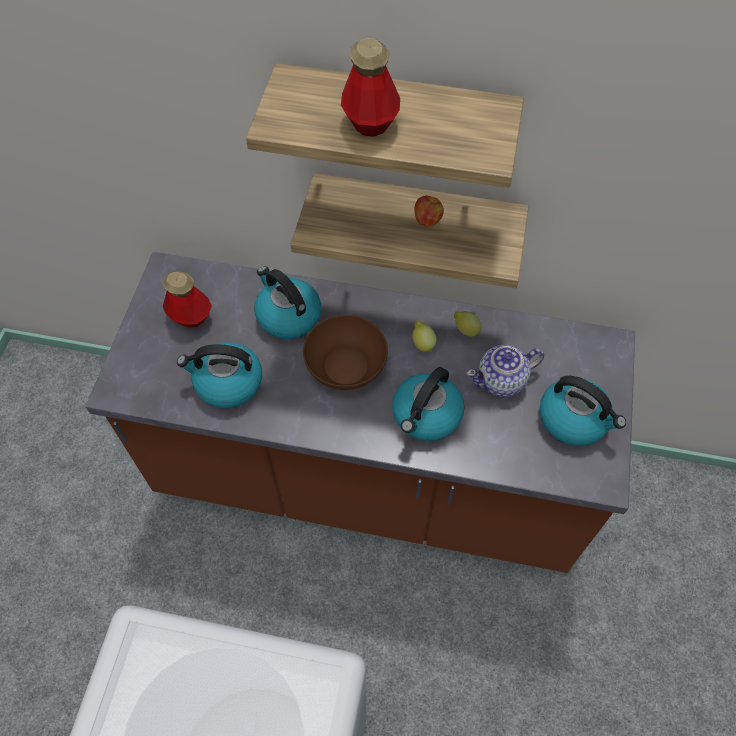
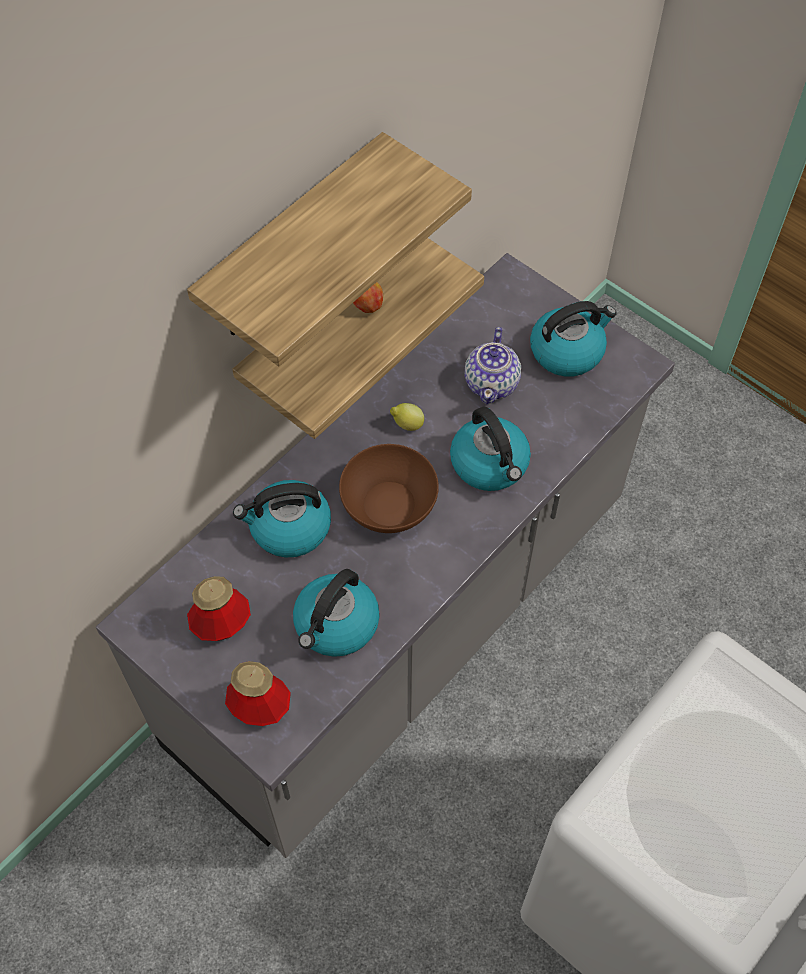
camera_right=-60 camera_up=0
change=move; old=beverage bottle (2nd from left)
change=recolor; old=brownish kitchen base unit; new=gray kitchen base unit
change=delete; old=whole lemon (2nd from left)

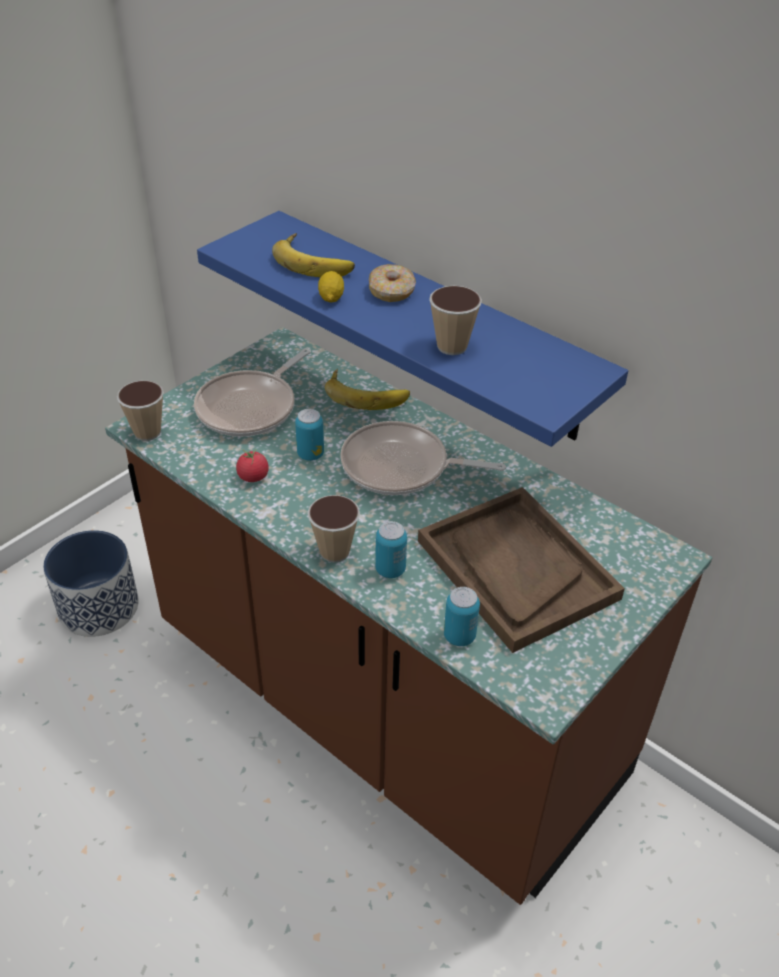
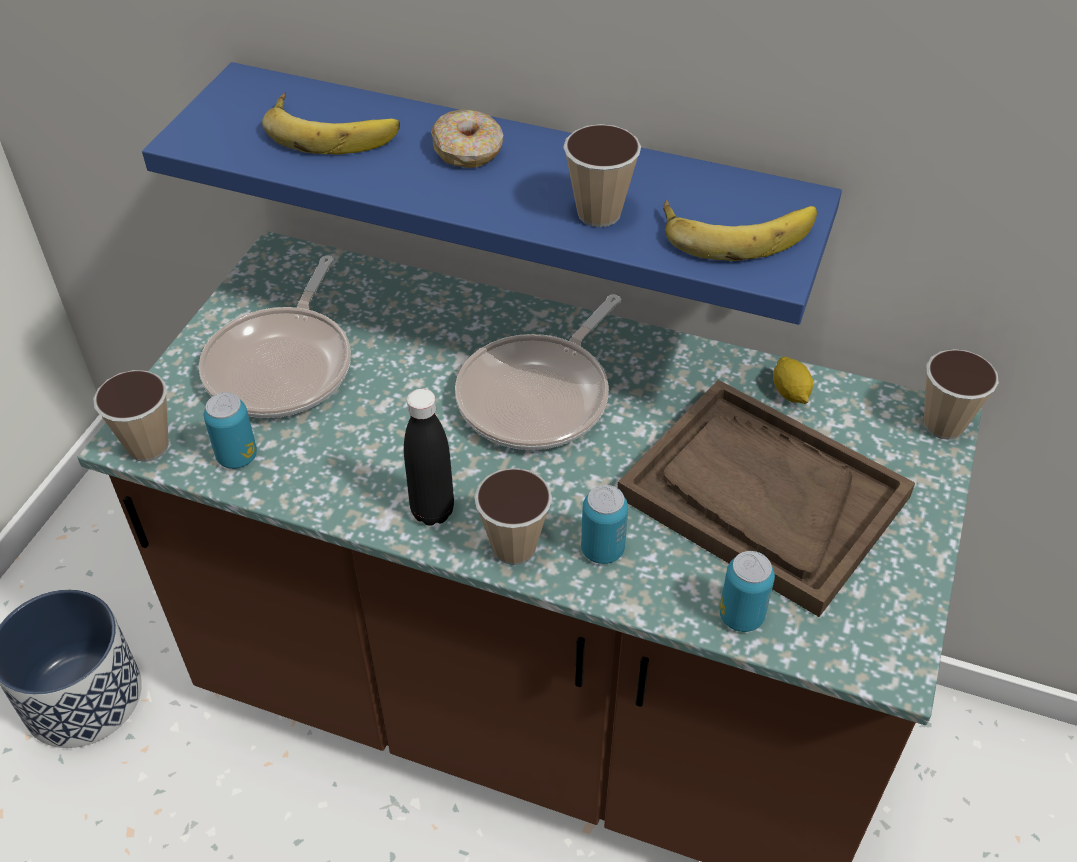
camera_right=-20 camera_up=5
change=move; old=whole lemon
change=move; old=banana (2nd from left)
change=move; old=can (1st from left)
change=rotate; old=skillet (2nd from left); degrees=-45
change=delete; old=tomato
change=insert; new=small cup (4th from left)
change=insert; new=blackish beverage bottle

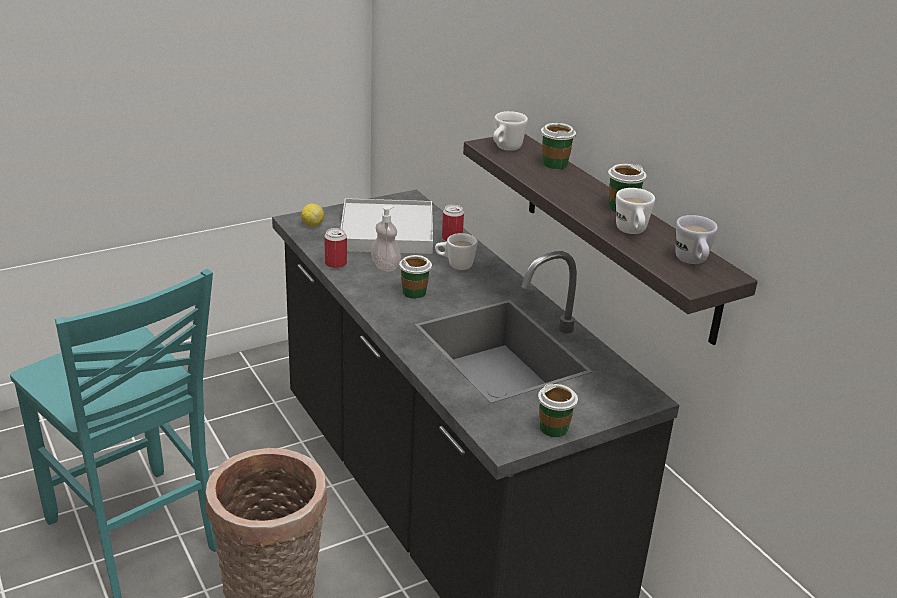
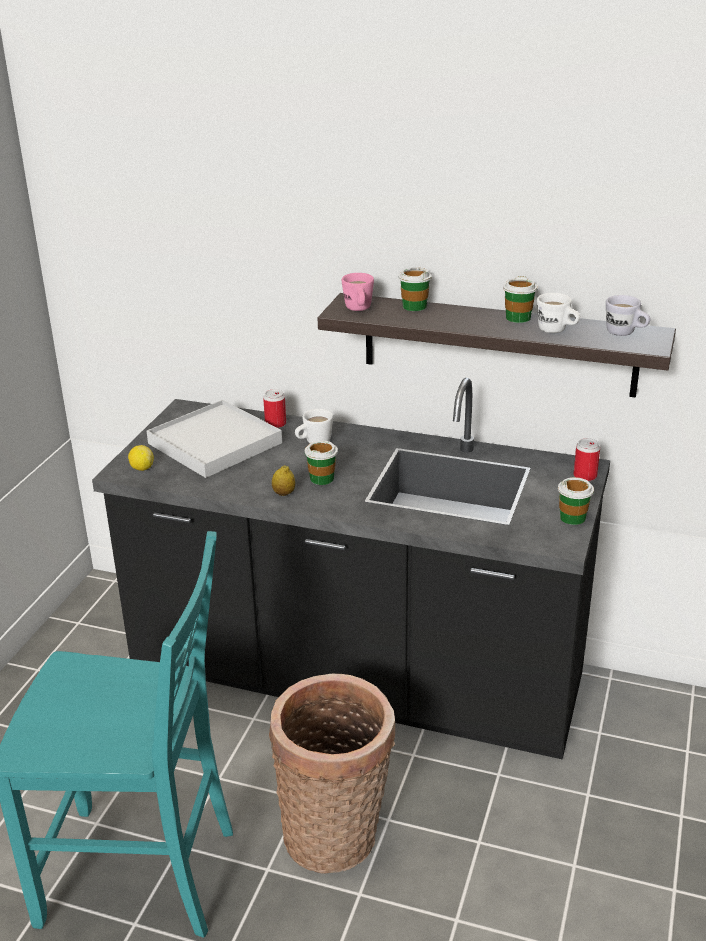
camera_right=-40 camera_up=0
change=recolor; old=whitish coffee mug (2nd from left); new=pinkish coffee mug
change=delete; old=soap bottle
change=move; old=can (1st from left in the first image); new=can (2nd from left)
change=insert; new=whole lemon (2nd from left)

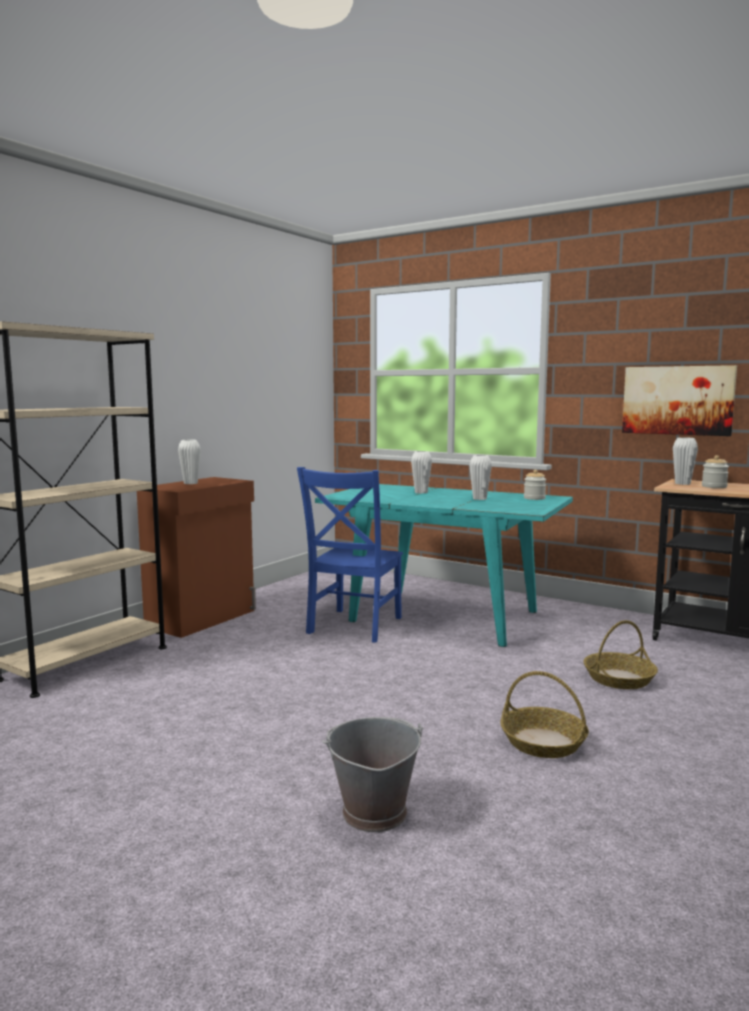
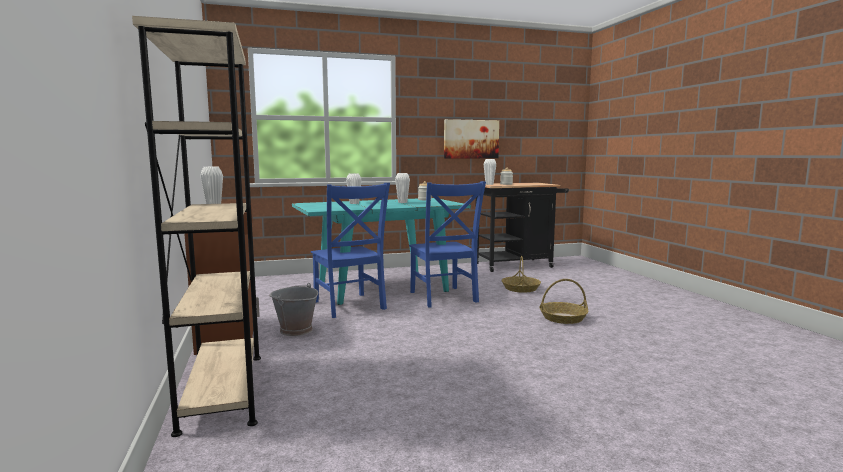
camera_right=-50 camera_up=0
change=move; old=gray bucket
change=insert; new=bluish plain chair (2nd from left)

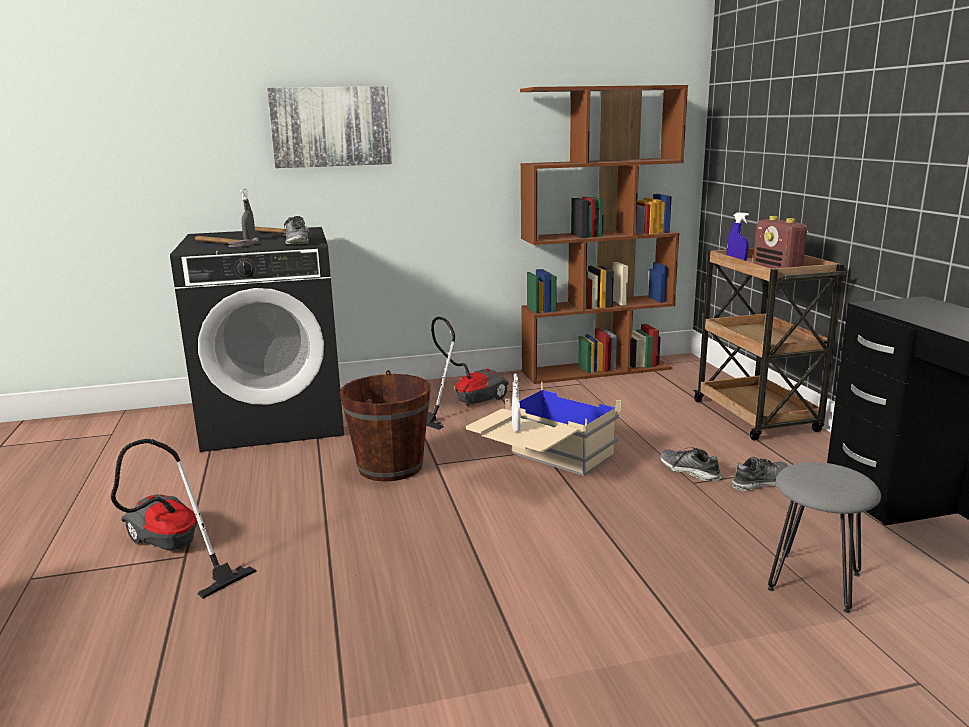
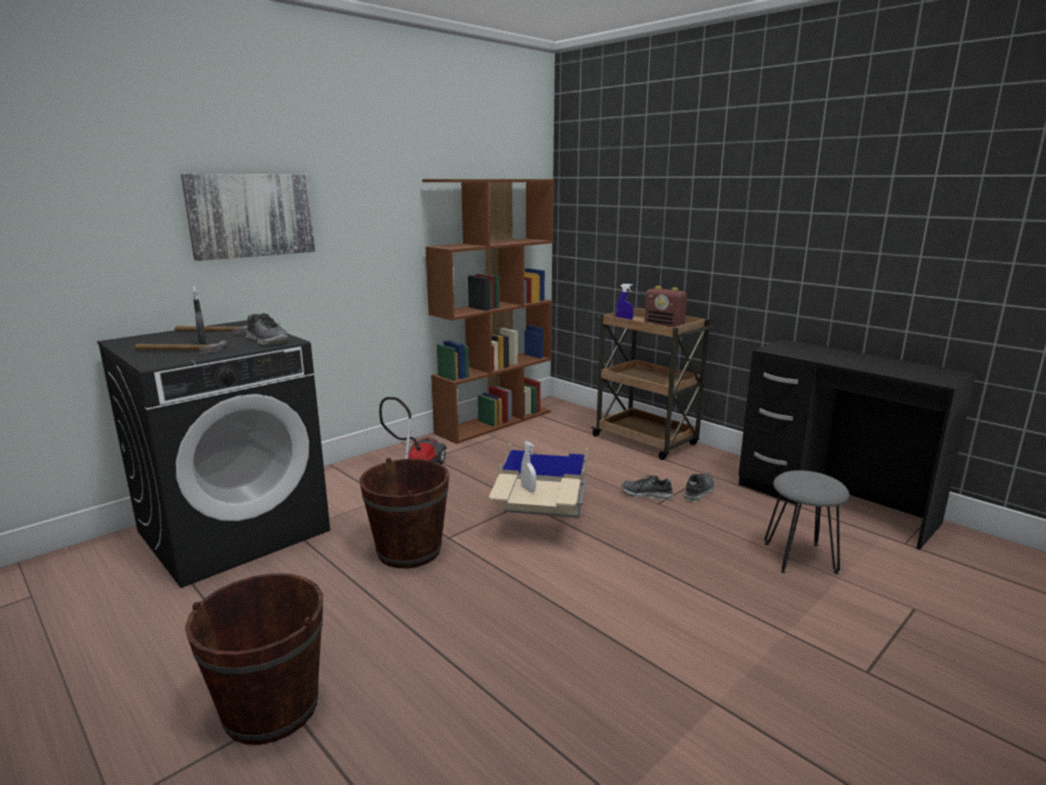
camera_right=-30 camera_up=0
change=replace; old=vacuum cleaner (1st from left); new=brownish bucket (1st from left)

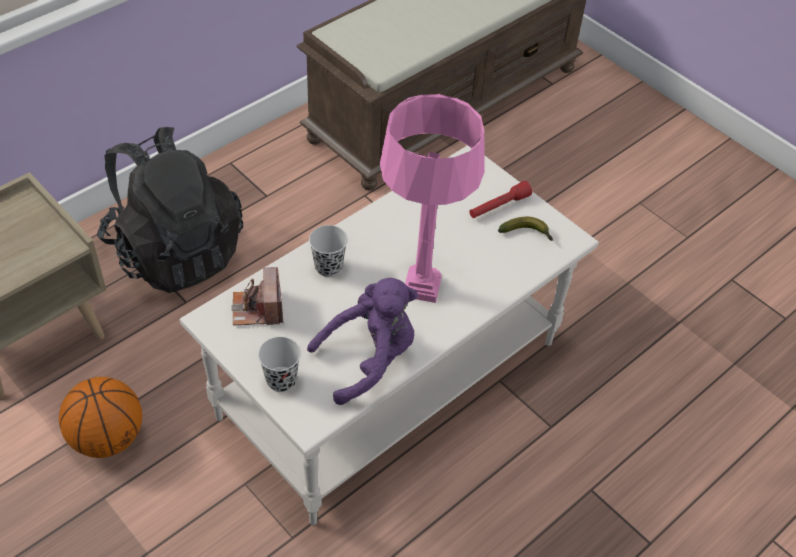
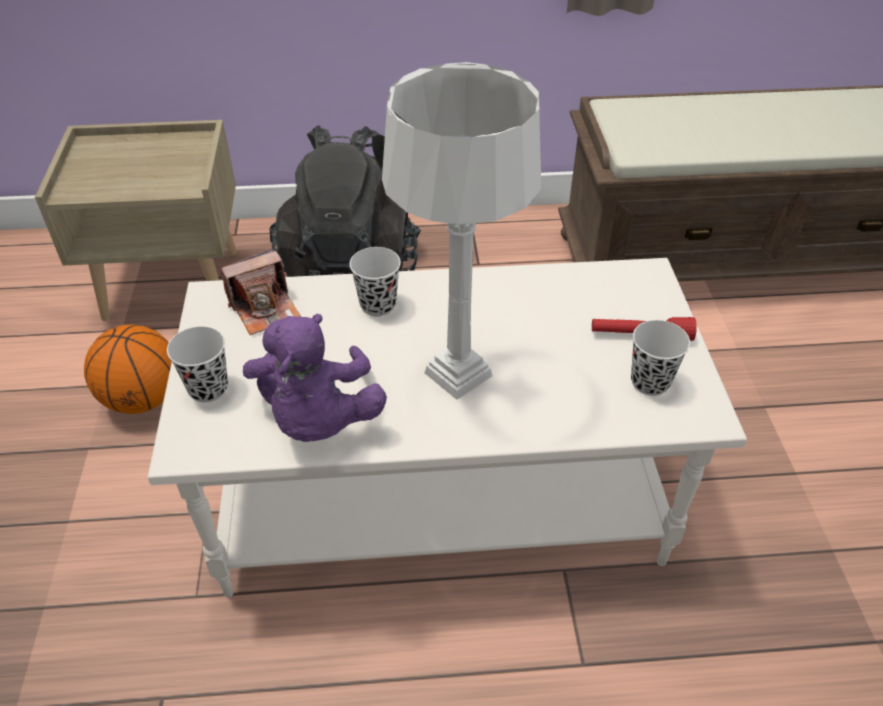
camera_right=40 camera_up=-5
change=recolor; old=pinkish lamp for a table; new=gray lamp for a table
change=replace; old=banana; new=blackish small cup (3rd from left)
change=rotate; old=photo camera; degrees=-150
change=rotate; old=purple plush toy; degrees=75

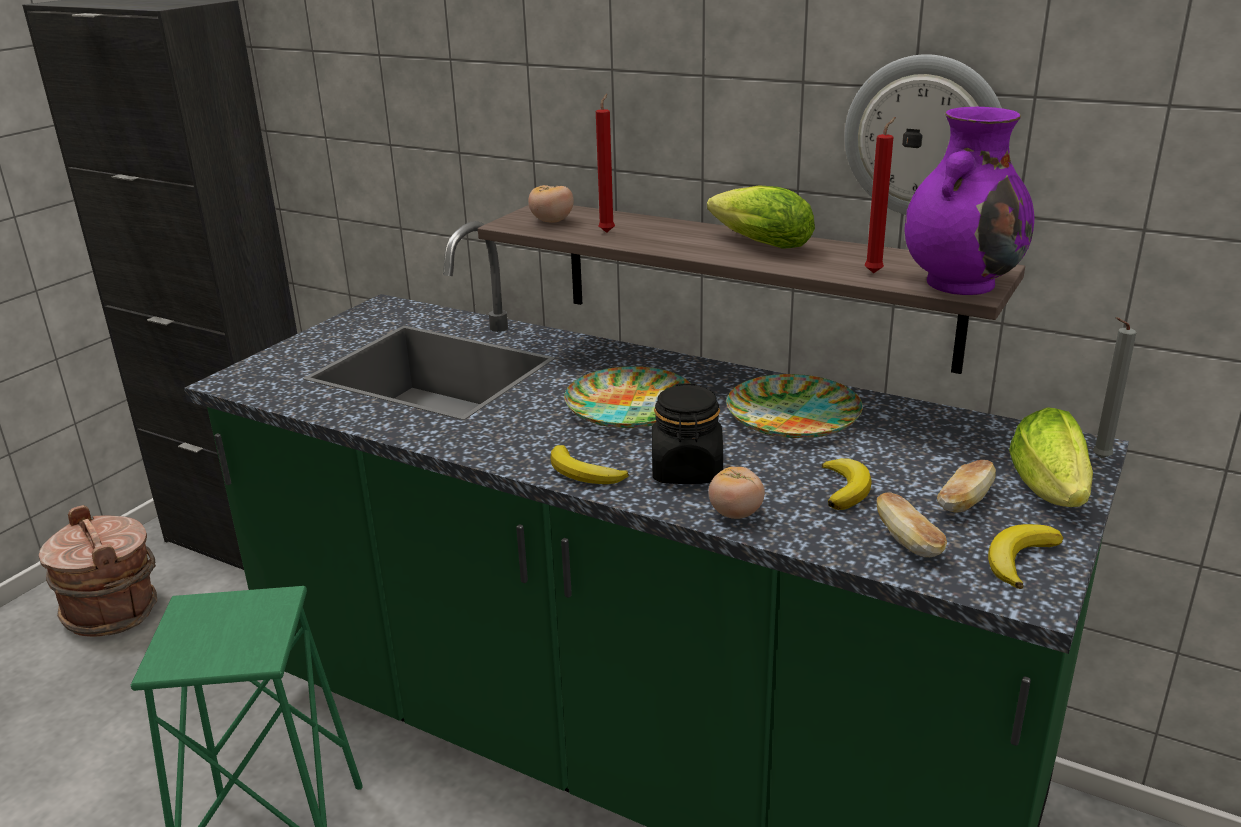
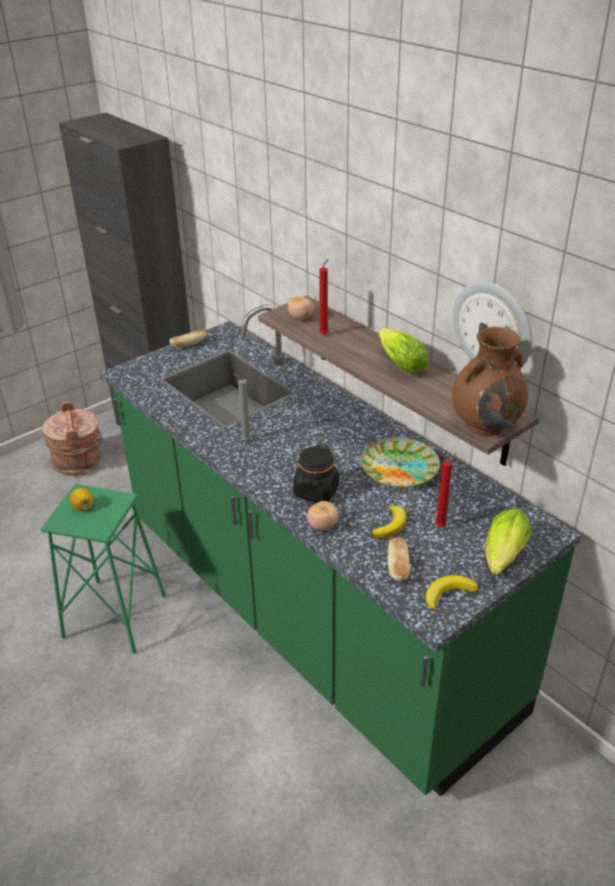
camera_right=20 camera_up=10
change=recolor; old=purple decorative vase; new=brownish decorative vase
change=move; old=reddish candle (2nd from left)
change=move; old=gray candle
change=delete; old=plate (1st from left)
change=delete; old=banana (1st from left)
change=move; old=bakery bread (2nd from left in the first image); new=bakery bread (1st from left)
change=insert; new=whole lemon

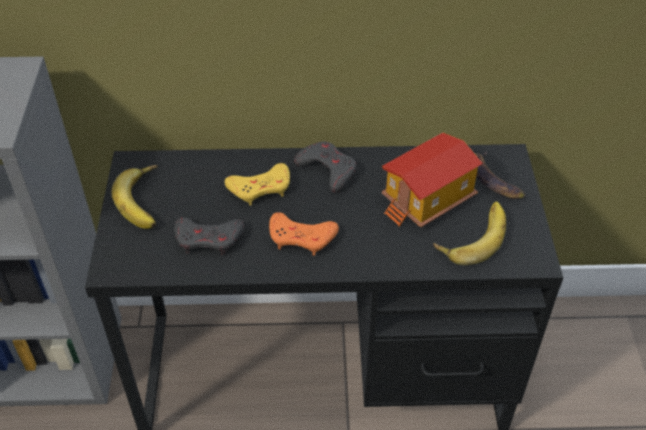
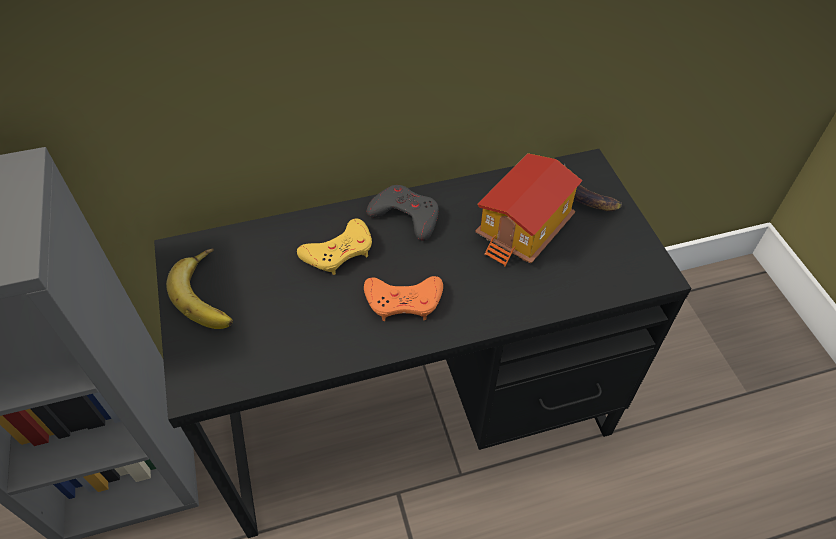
camera_right=-15 camera_up=5
change=delete; old=banana (2nd from left)
change=delete; old=gray joypad (1st from left)

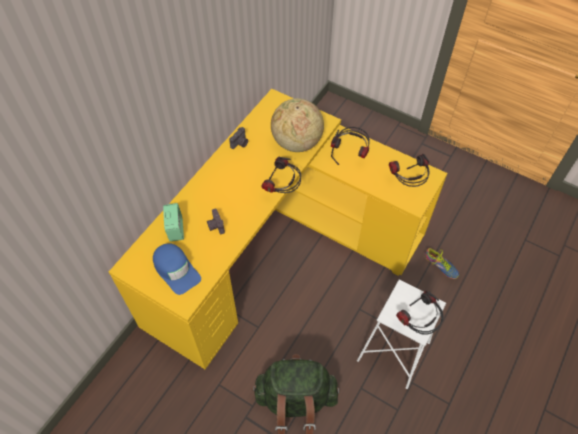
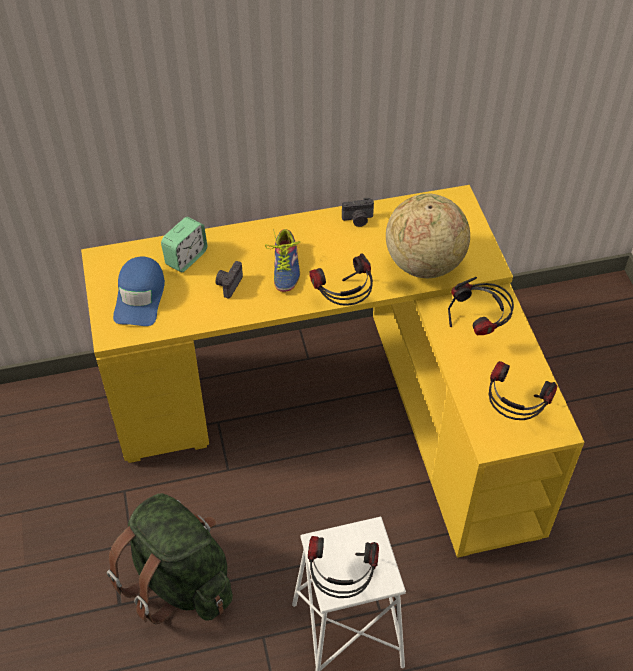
camera_right=45 camera_up=-5
change=move; old=low shoe

